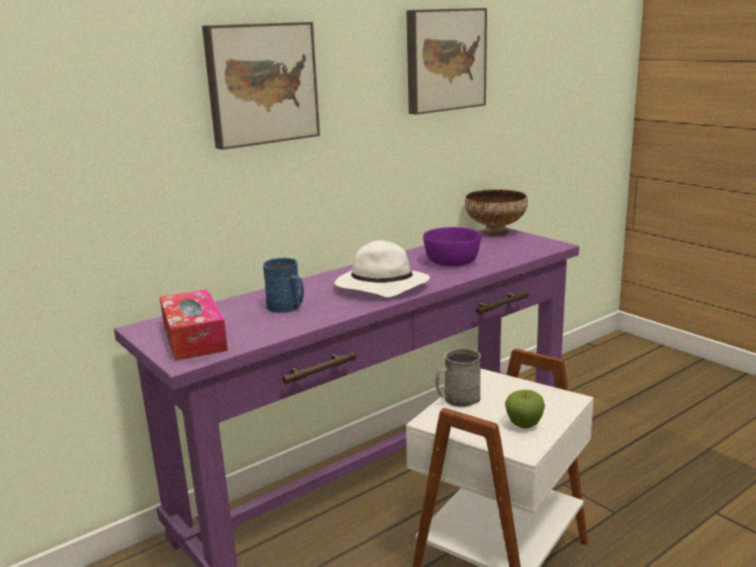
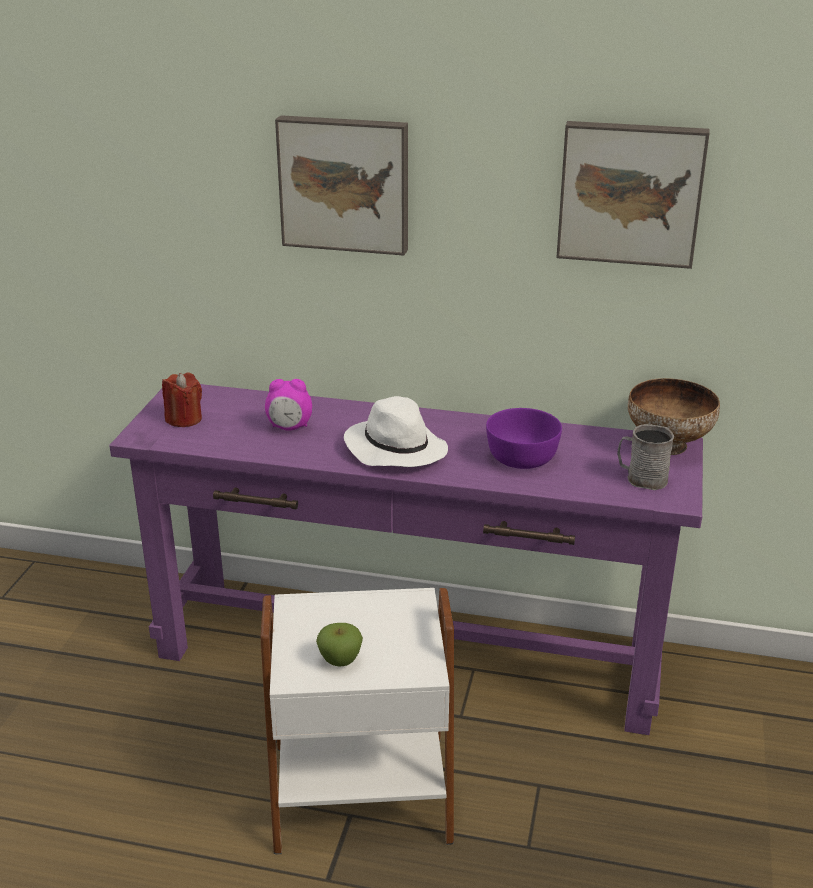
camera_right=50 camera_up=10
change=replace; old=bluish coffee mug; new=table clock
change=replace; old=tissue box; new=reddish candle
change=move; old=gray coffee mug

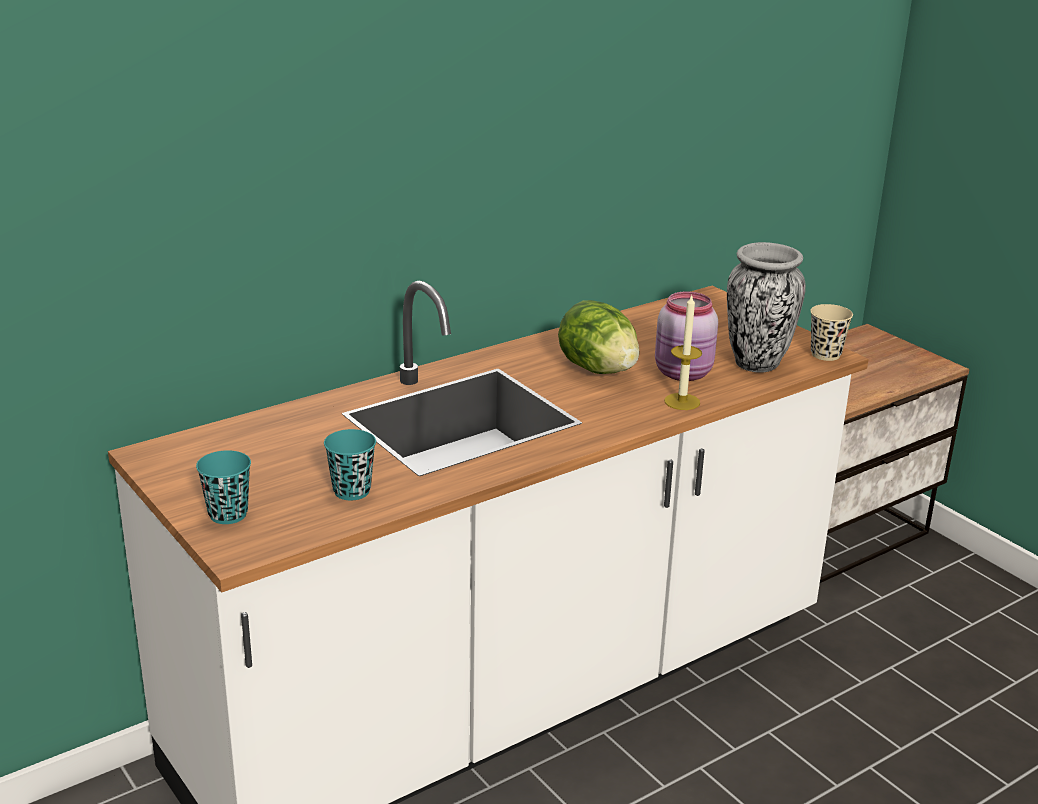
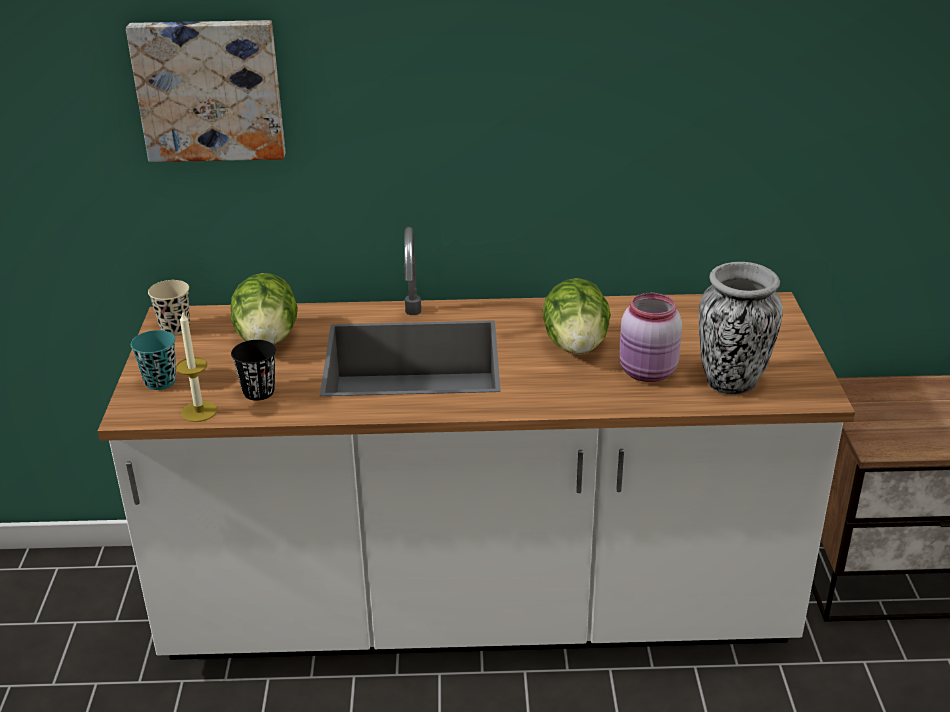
camera_right=35 camera_up=5
change=move; old=candle
change=move; old=beige-coloured small cup
change=recolor; old=turquoise small cup (2nd from left); new=blackish small cup
change=insert; new=wall picture
change=insert; new=head of lettuce (1st from left)

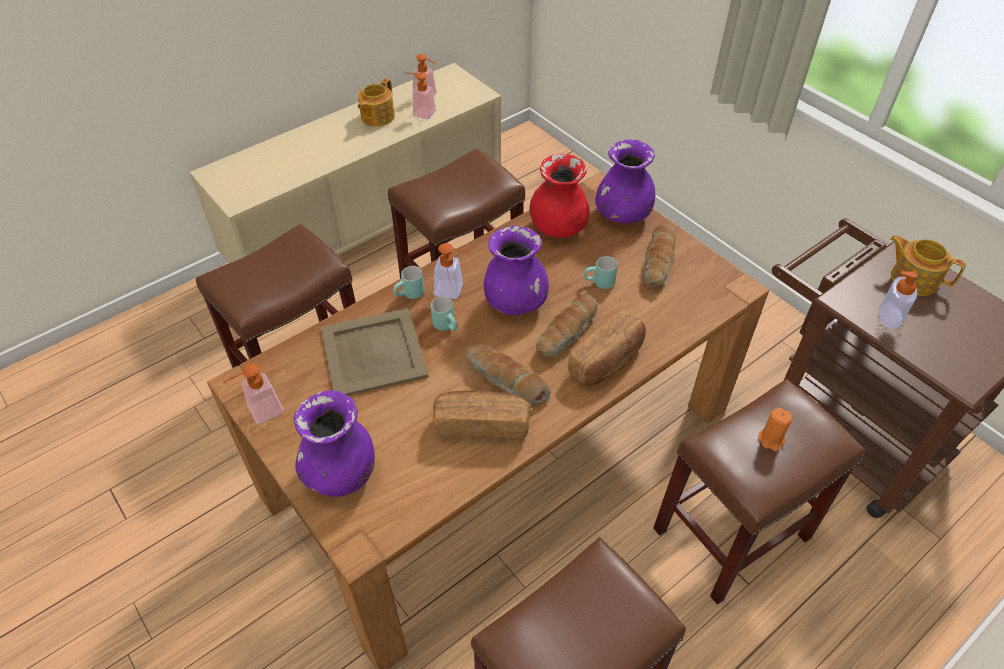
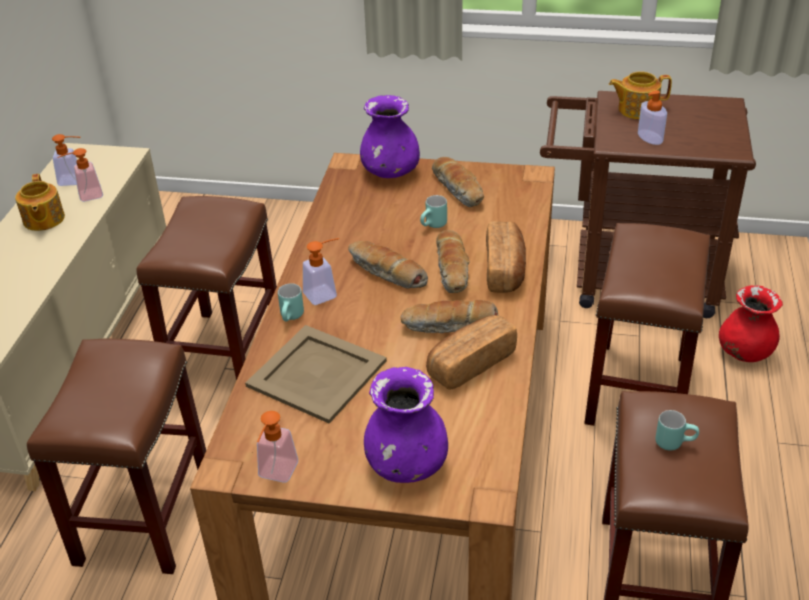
camera_right=-40 camera_up=-10
change=move; old=reddish decorative vase
change=replace; old=purple decorative vase (2nd from left); new=bakery bread (1st from left)
change=move; old=turquoise coffee mug (2nd from left in the first image); new=turquoise coffee mug (3rd from left)
change=delete; old=orange candle

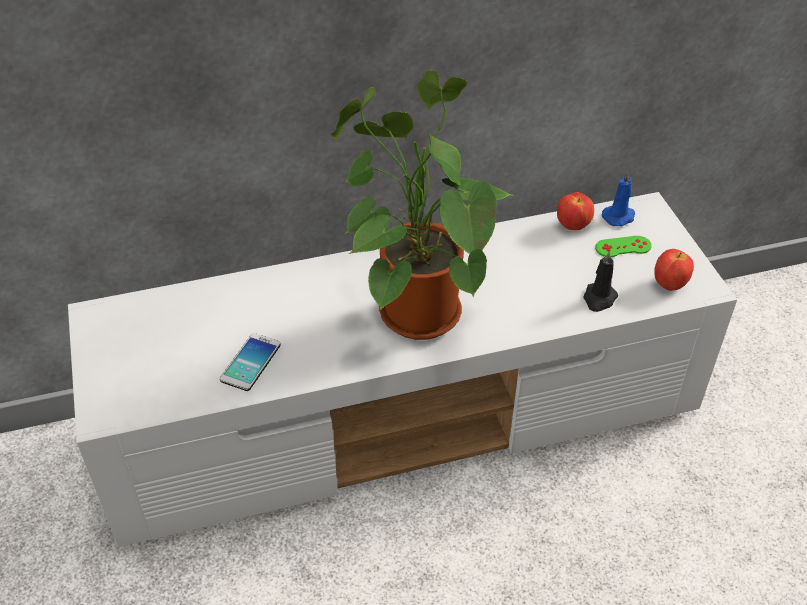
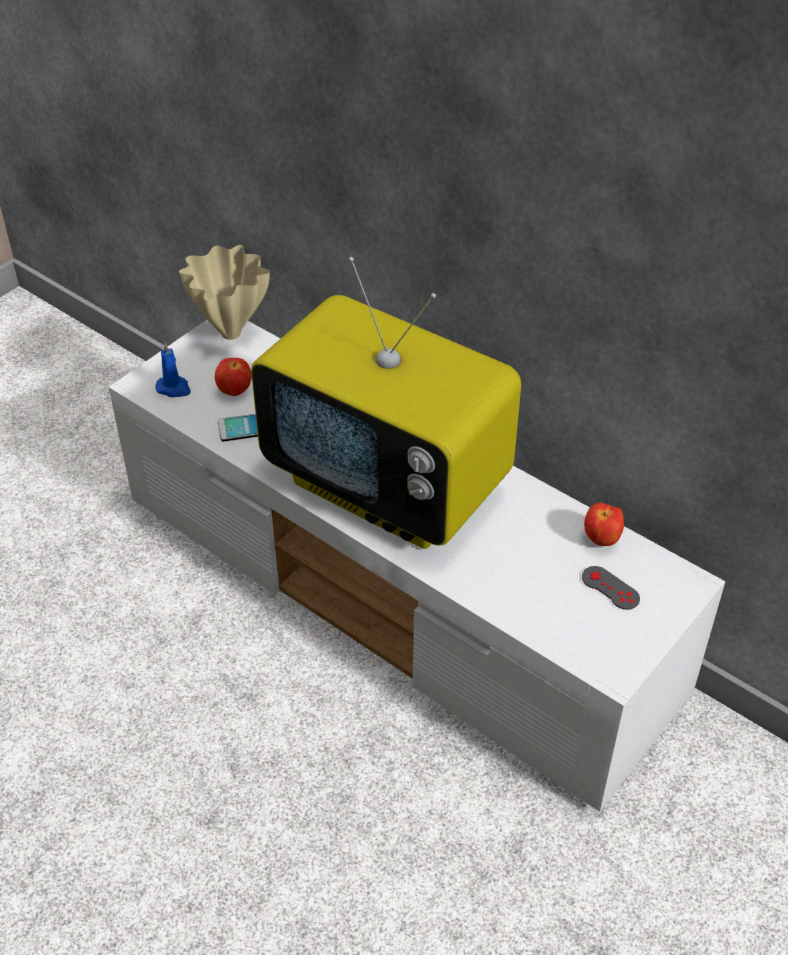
camera_right=55 camera_up=0
change=replace; old=potted plant; new=TV
change=move; old=bluish candle
change=recolor; old=green-coloured joypad; new=gray joypad
change=move; old=whole apple (2nd from left in the first image); new=whole apple (1st from left)
change=delete; old=blackish candle
change=insert; new=beige-coloured decorative vase

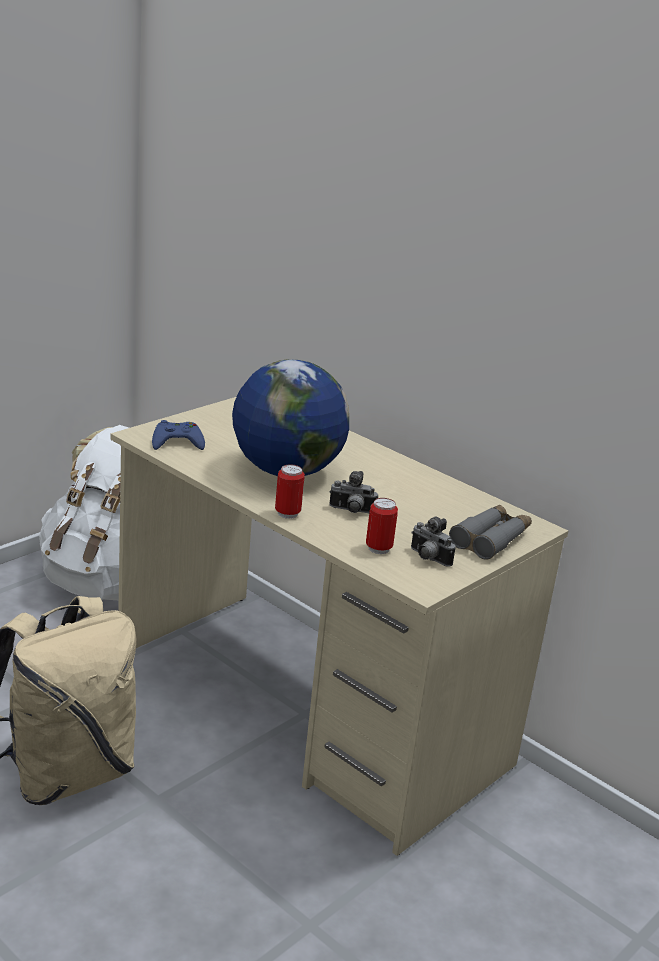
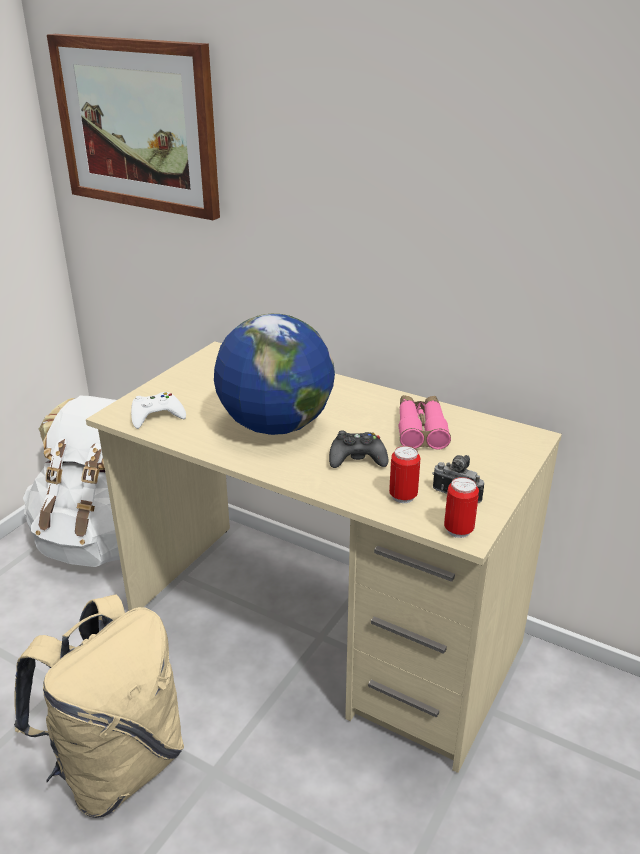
camera_right=-10 camera_up=5
change=recolor; old=bluish joypad; new=whitish joypad
change=move; old=can (1st from left in the first image); new=can (2nd from left)
change=replace; old=photo camera (1st from left); new=blackish joypad
change=delete; old=gray binoculars
change=insert; new=wall picture
change=insert; new=pinkish binoculars

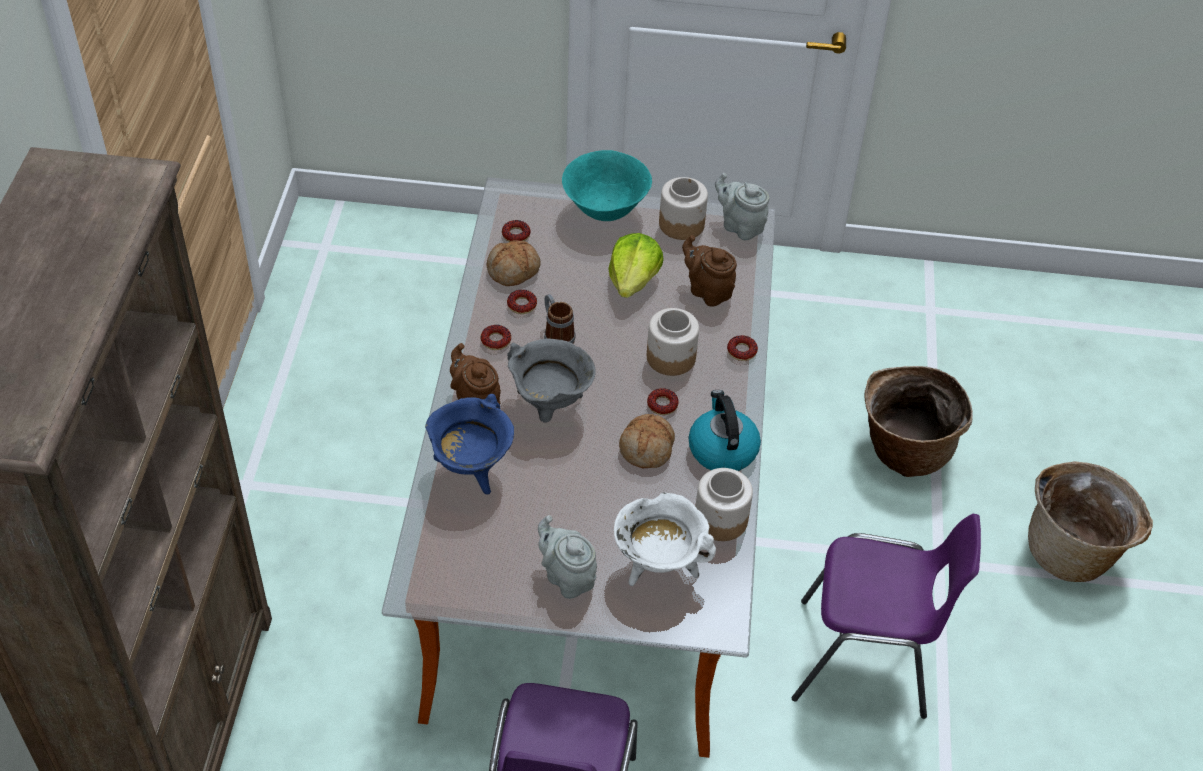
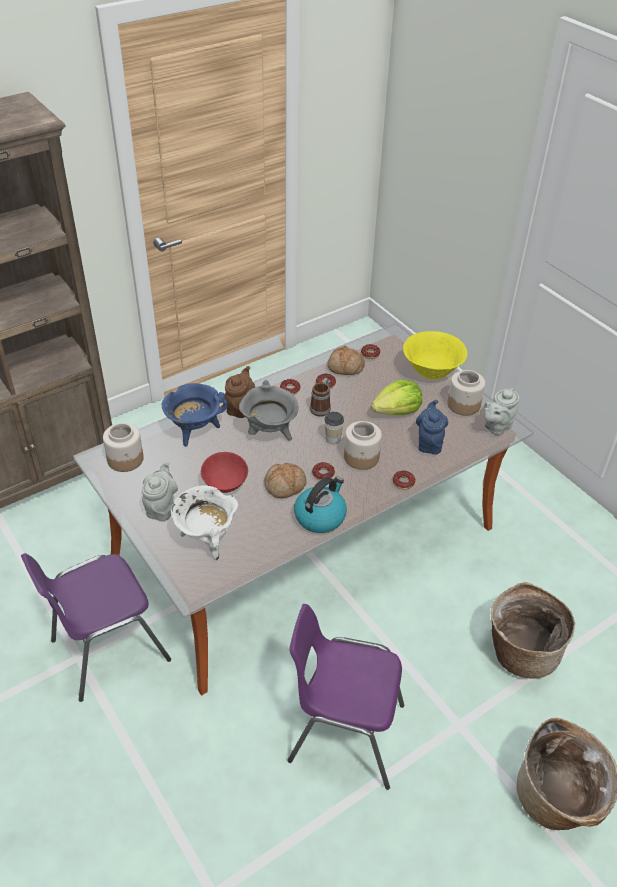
camera_right=50 camera_up=-5
change=recolor; old=turquoise serving bowl; new=yellowish serving bowl
change=rotate; old=gray pot for tea (2nd from left); degrees=-135
change=recolor; old=brownish pot for tea (2nd from left); new=bluish pot for tea
change=move; old=preserve jar (3rd from left in the first image); new=preserve jar (1st from left)
change=rotate; old=purple plain chair (2nd from left); degrees=135
change=insert; new=small cup
change=insert; new=reddish serving bowl

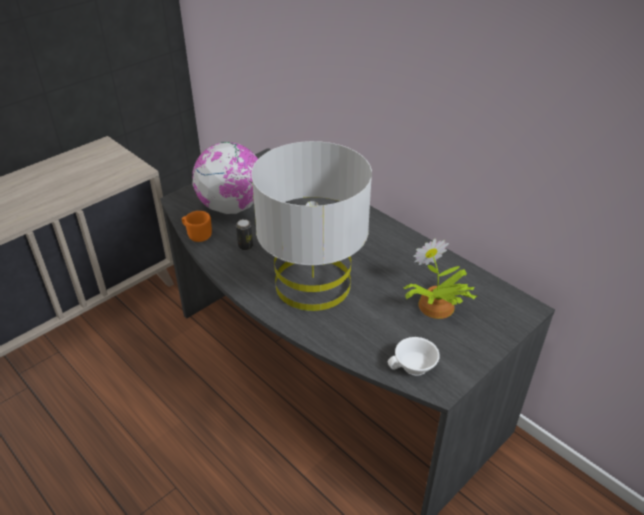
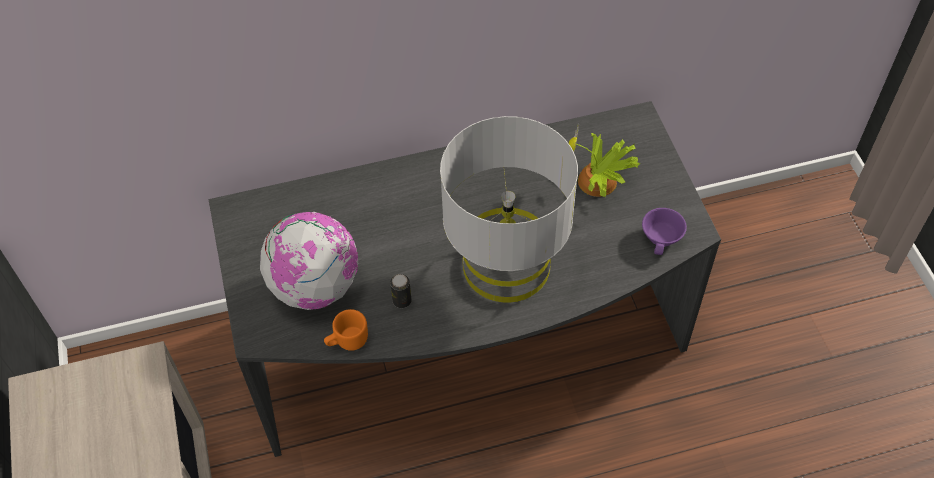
camera_right=-60 camera_up=15
change=recolor; old=whitish small cup; new=purple small cup

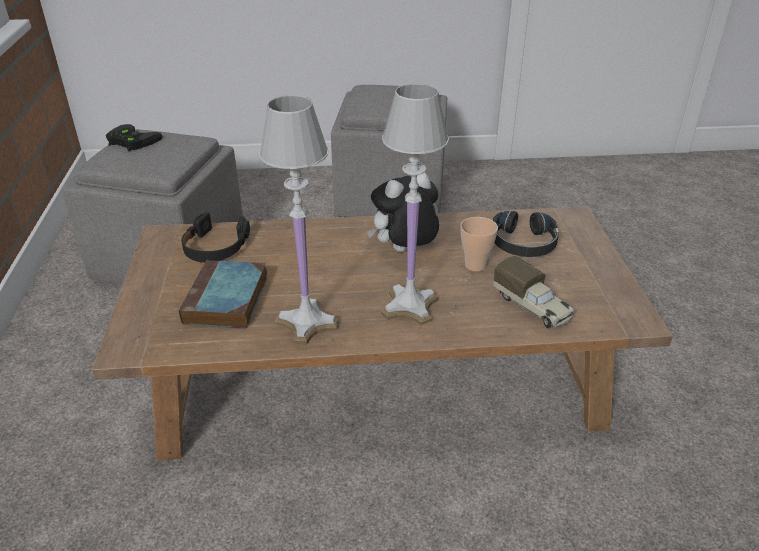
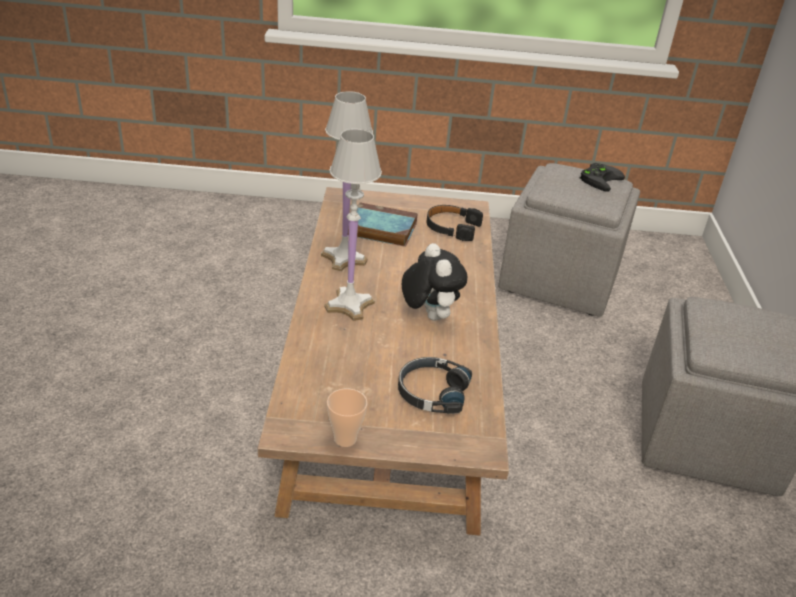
camera_right=95 camera_up=0
change=move; old=small cup
change=delete; old=toy truck

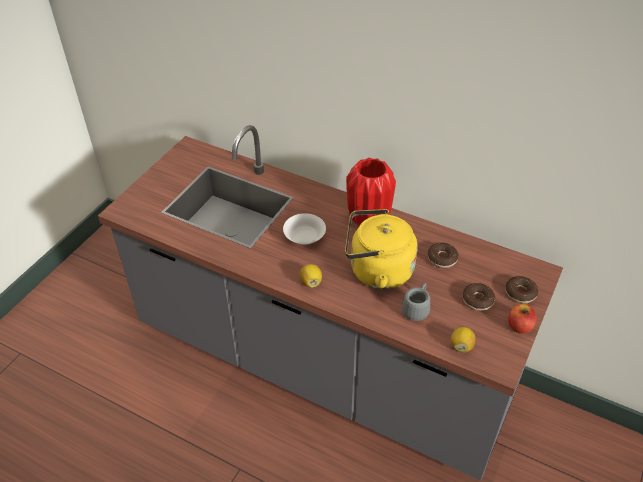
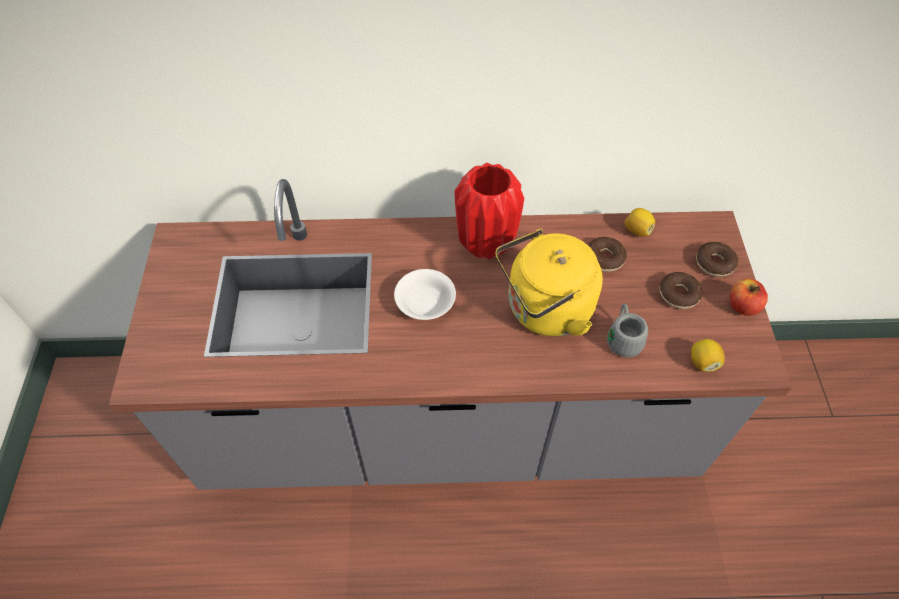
camera_right=-30 camera_up=10
change=move; old=whole lemon (1st from left)

